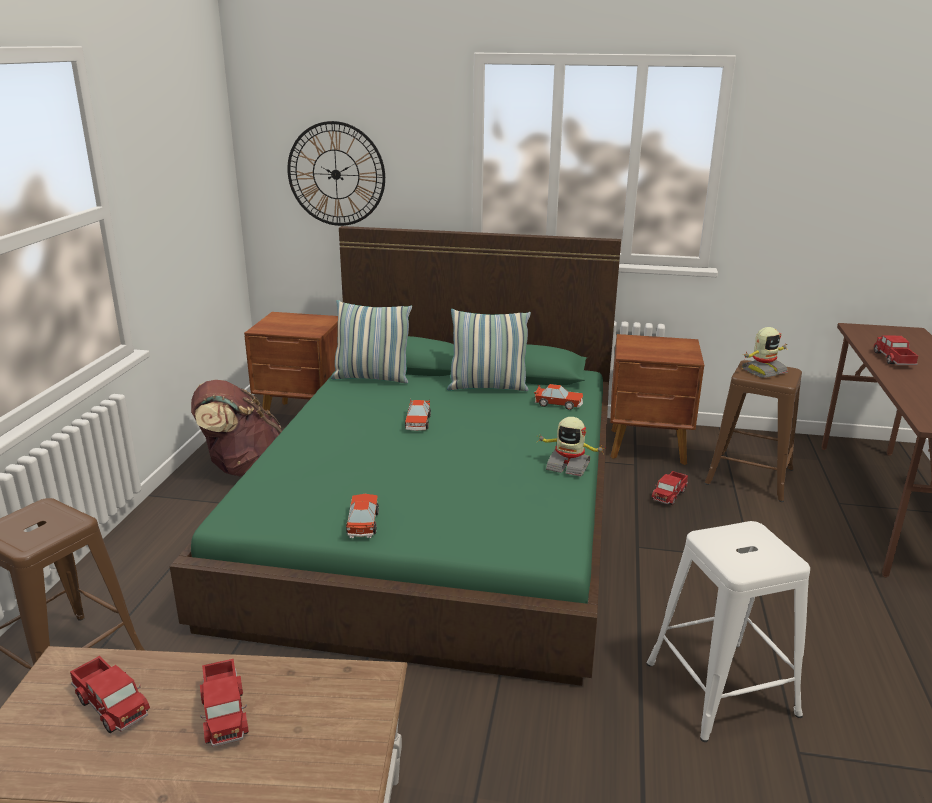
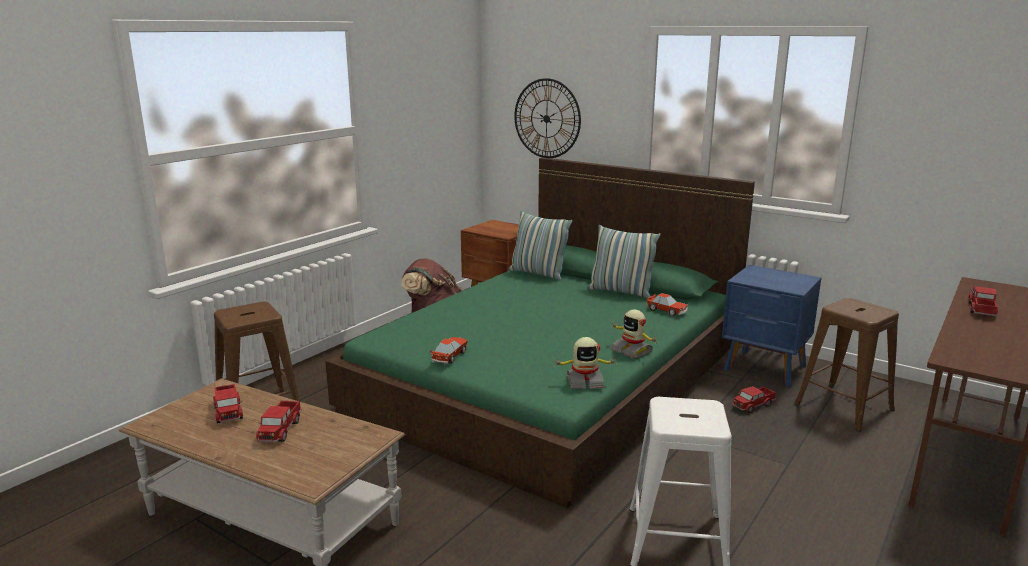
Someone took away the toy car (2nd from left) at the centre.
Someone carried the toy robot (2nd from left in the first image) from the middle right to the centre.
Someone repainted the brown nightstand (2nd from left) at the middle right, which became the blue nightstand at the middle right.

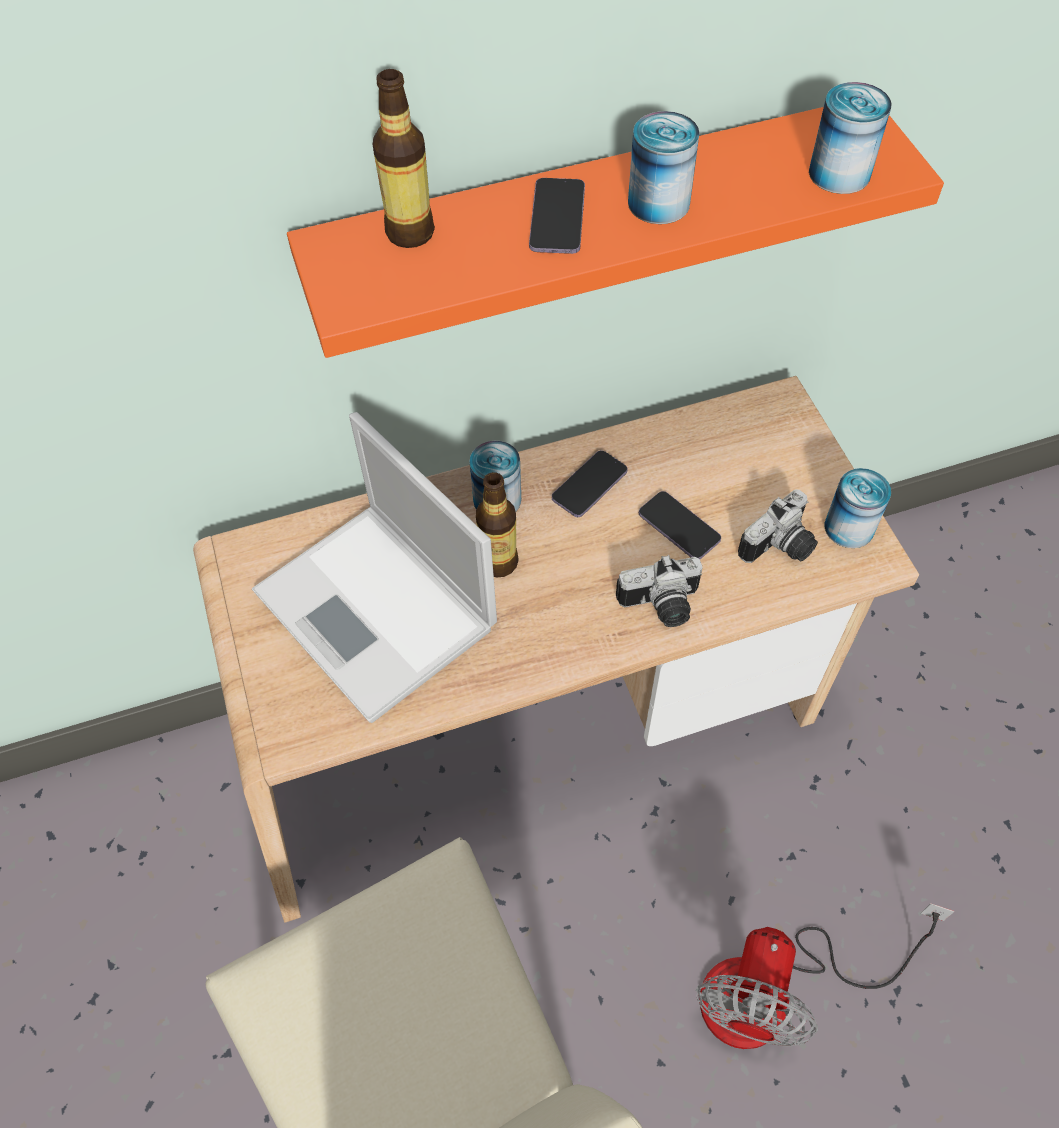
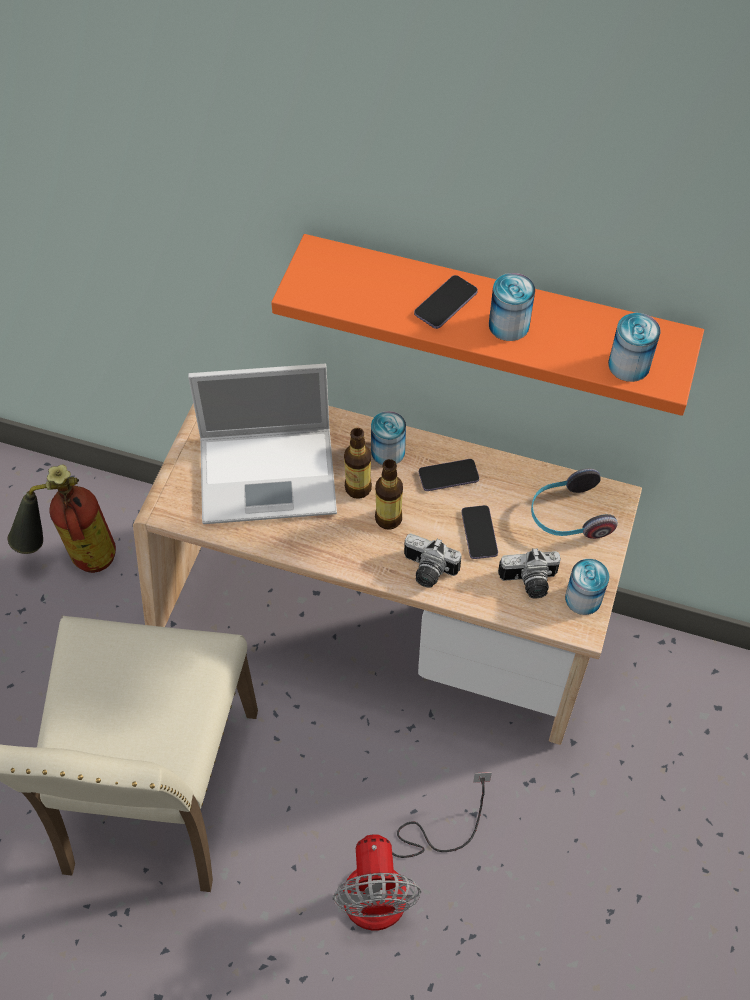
Someone put down the fire extinguisher at the middle left.
Someone put down the headphones at the middle right.
Someone carried the bottle (1st from left in the first image) from the top centre to the centre.
Someone rotated the laptop at the centre by 90 degrees counterclockwise.
Someone rotated the fan at the bottom right by 60 degrees counterclockwise.

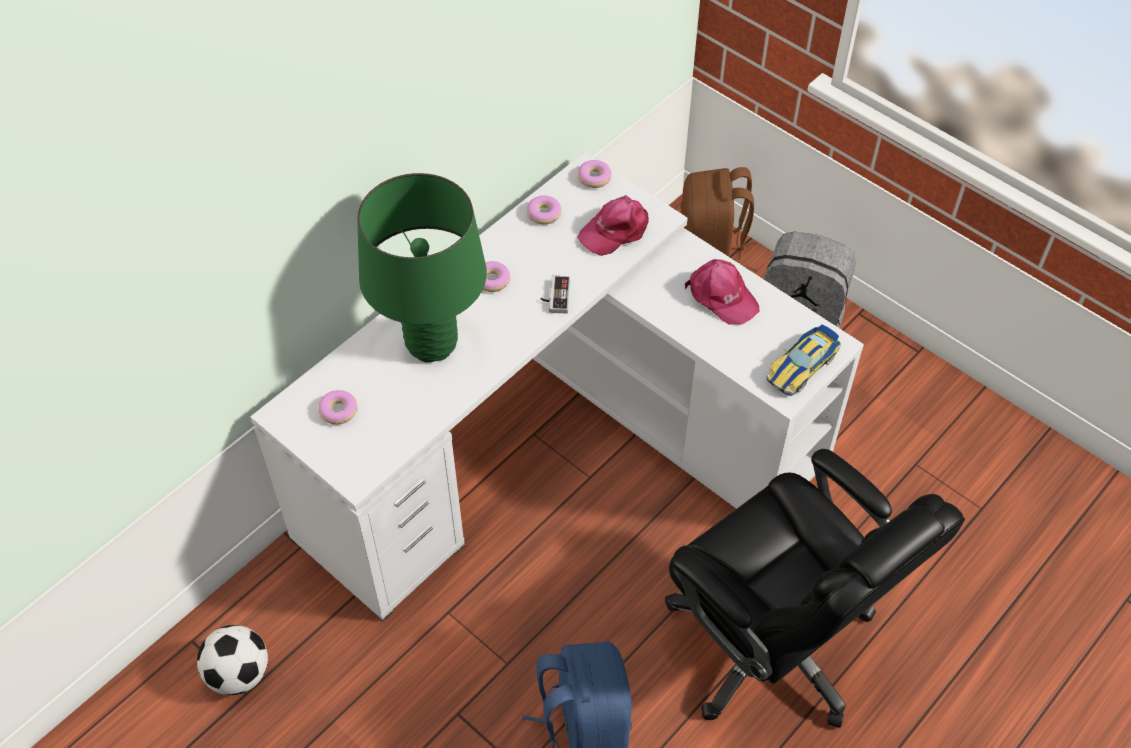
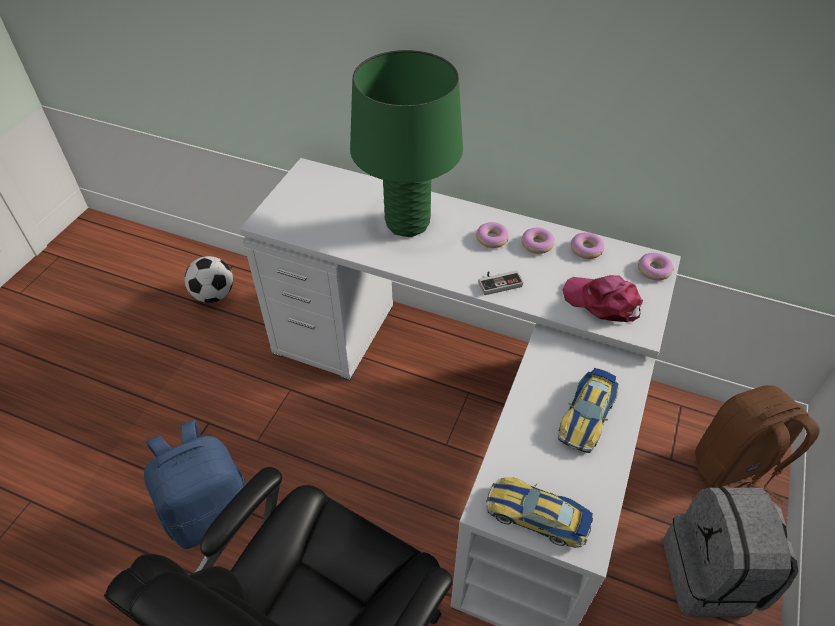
Someone carried the donut (1st from left in the first image) from the middle left to the centre.
Someone swapped the pink cap (2nd from left) at the centre for the toy car (2nd from left) at the middle right.

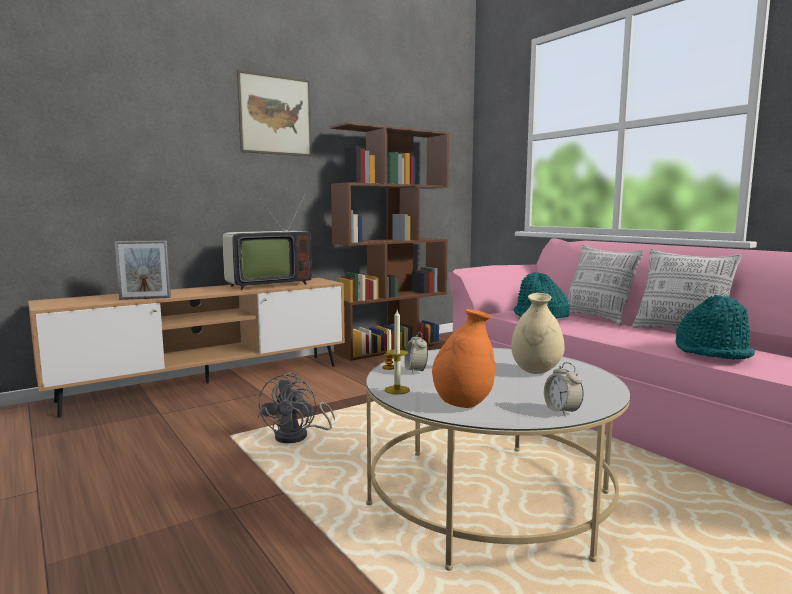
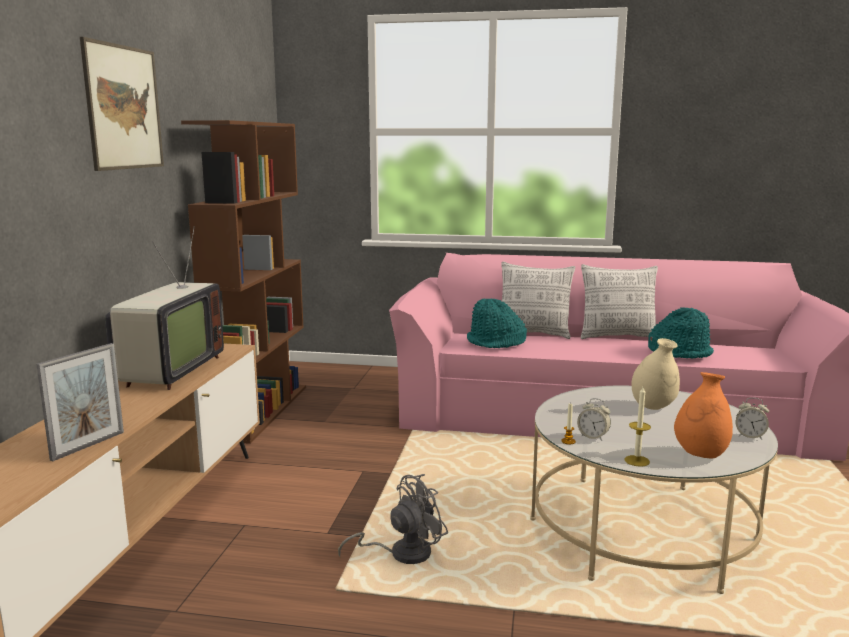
Someone rotated the grey fan at the bottom centre by 90 degrees counterclockwise.

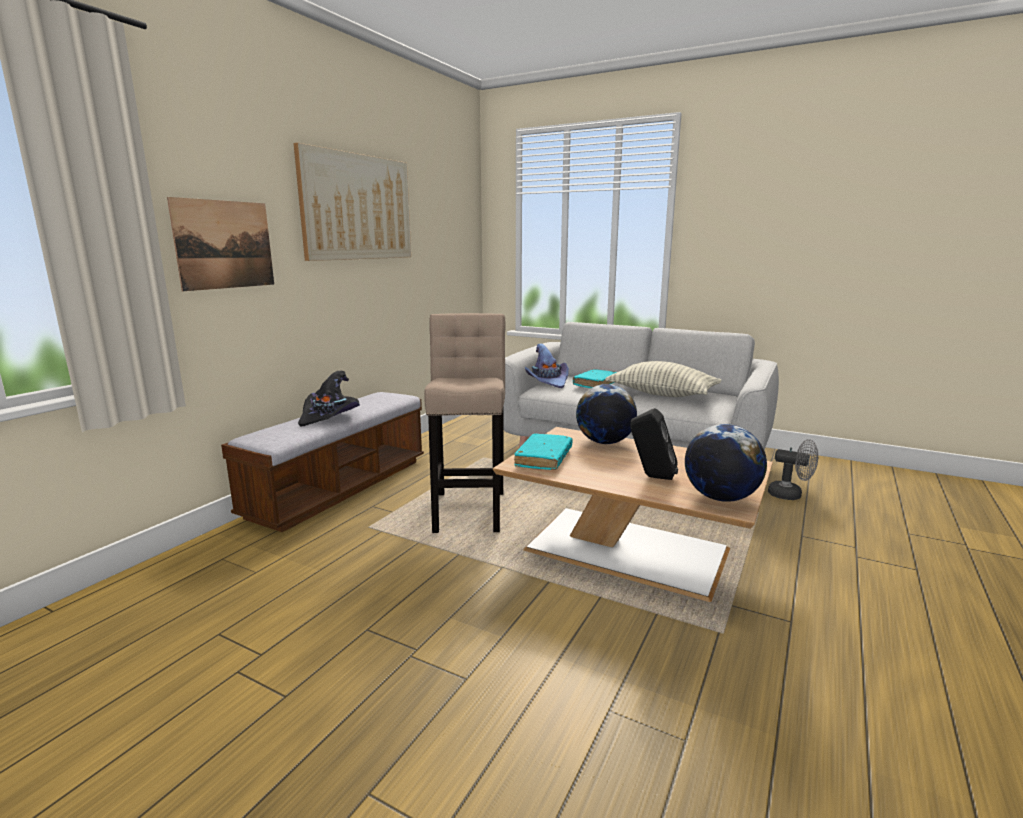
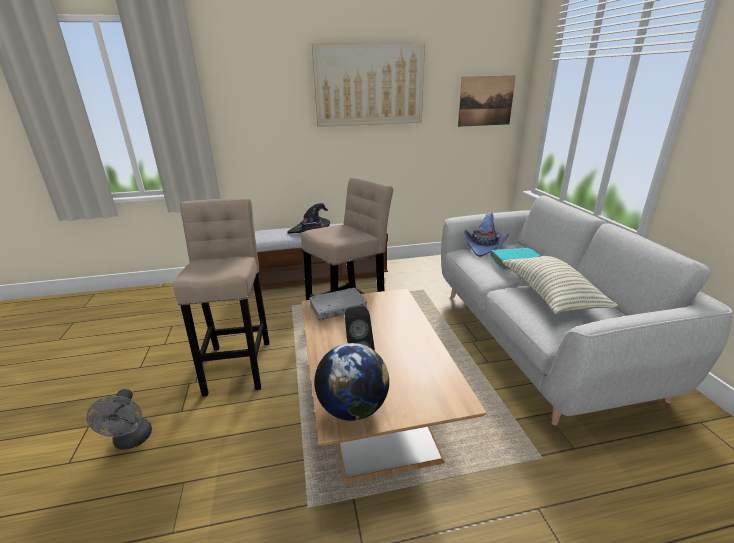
Someone took away the globe (1st from left) at the centre.
Someone put down the beige stool (1st from left) at the middle left.
Someone carried the picture (1st from left in the first image) from the top left to the top centre.
Someone carried the grey fan from the middle right to the bottom left.
Someone repainted the turquoise book (1st from left) at the centre, which became the grey book at the centre.

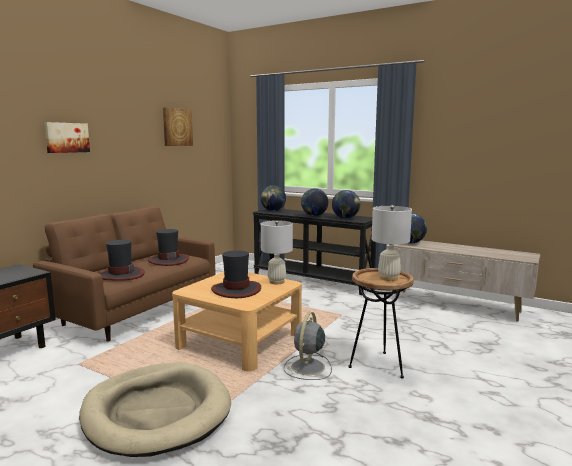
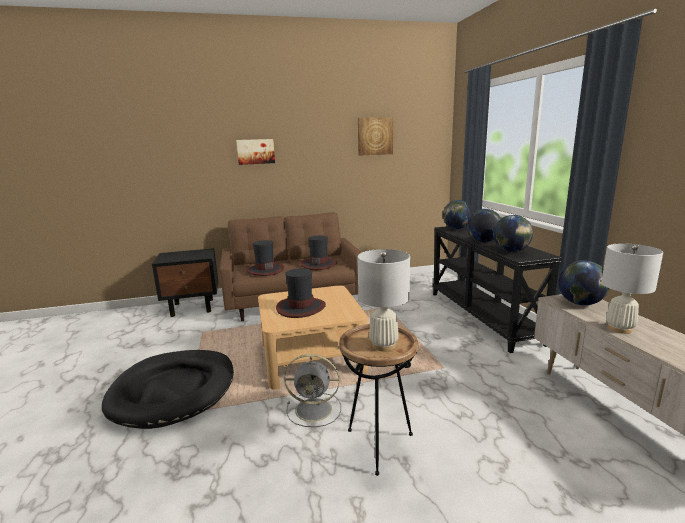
Someone carried the white table lamp (1st from left in the first image) from the centre to the middle right.
Someone repainted the beige dog bed at the bottom left, which became the black dog bed at the bottom left.
Someone rotated the grey fan at the bottom centre by 150 degrees counterclockwise.

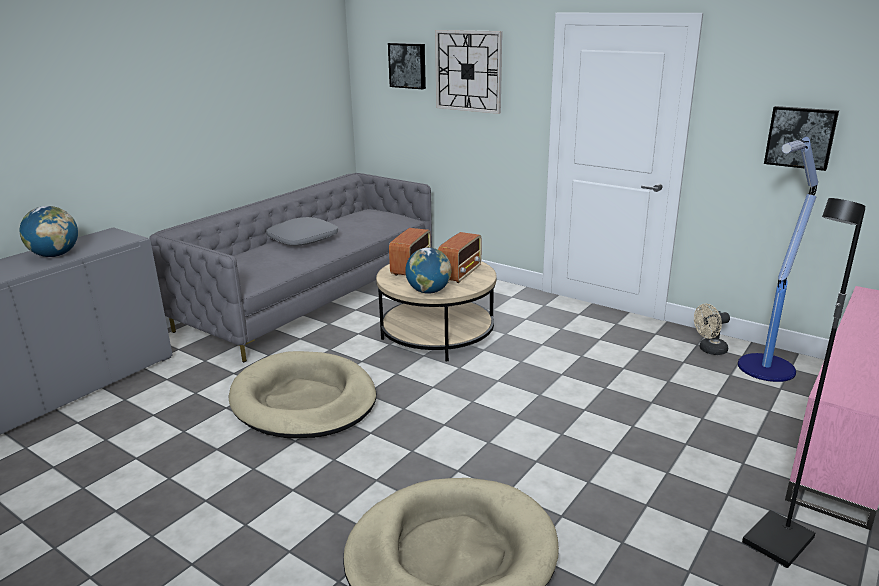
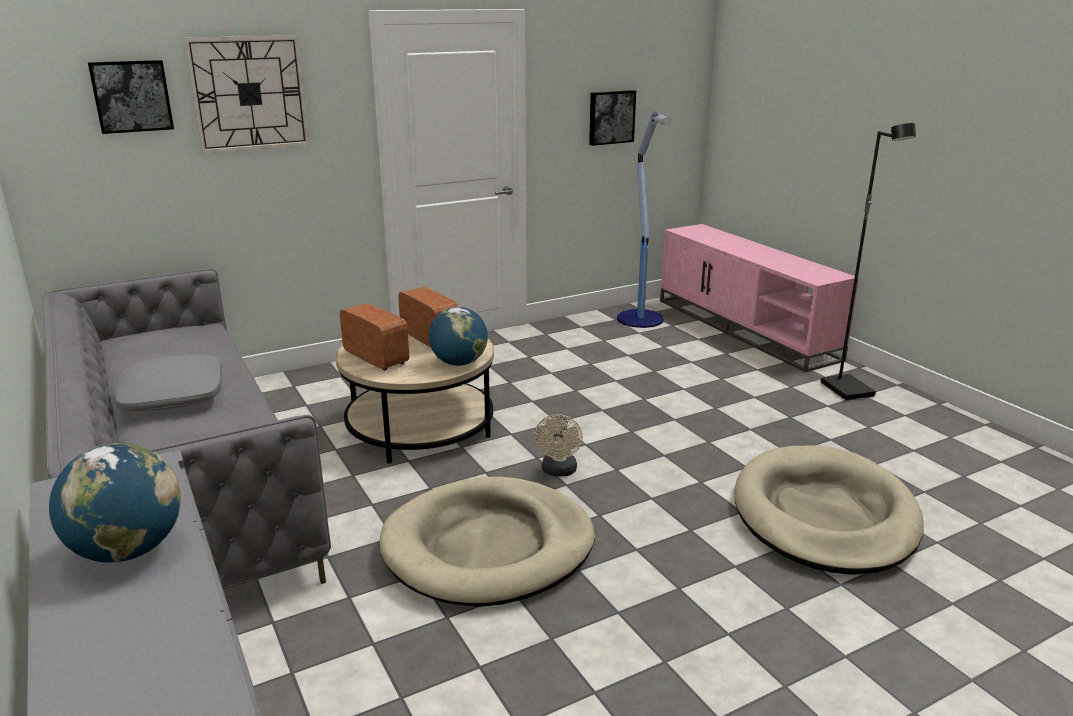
Someone carried the beige fan from the middle right to the centre.

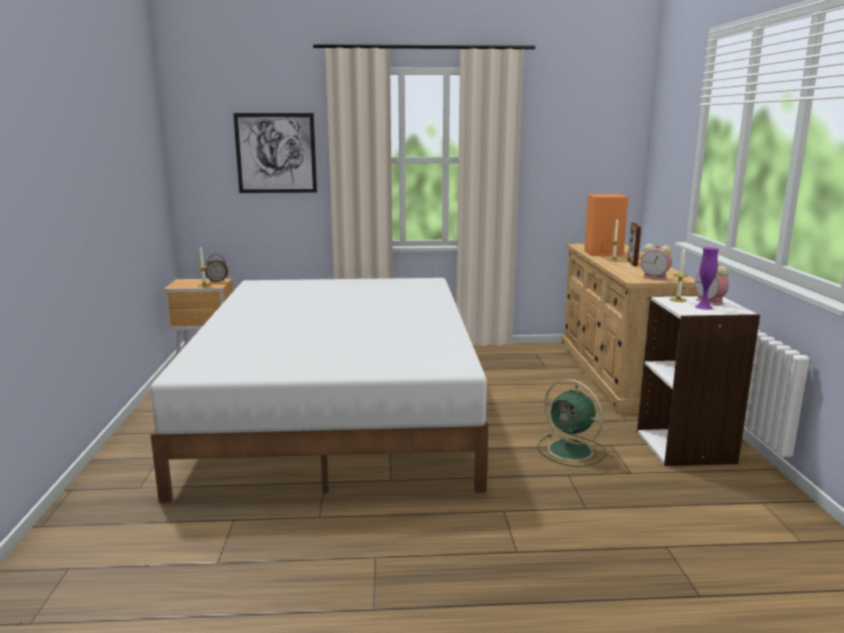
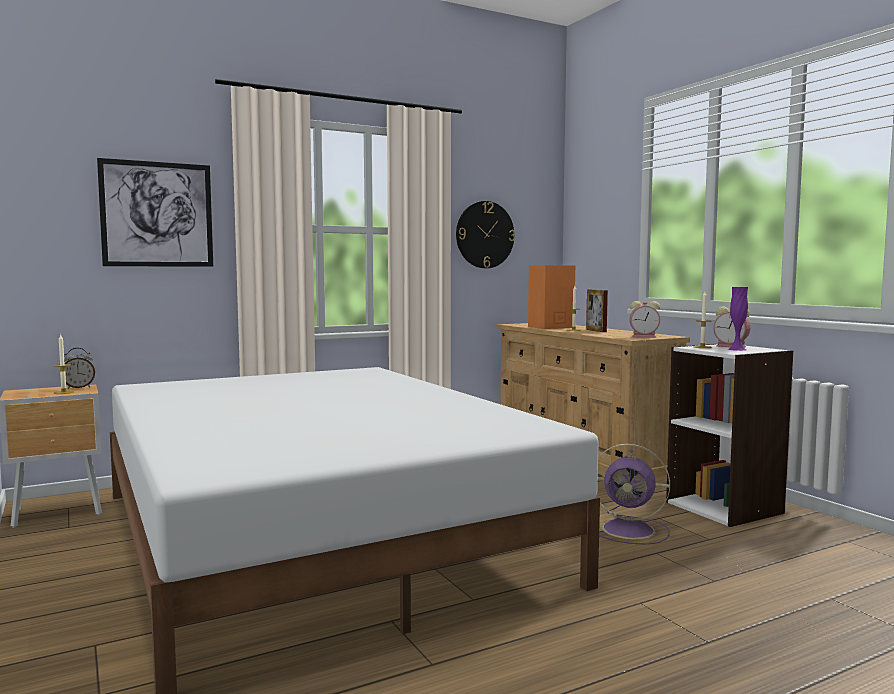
Someone put up the wall clock at the centre.
Someone repainted the green fan at the bottom right, which became the purple fan at the bottom right.

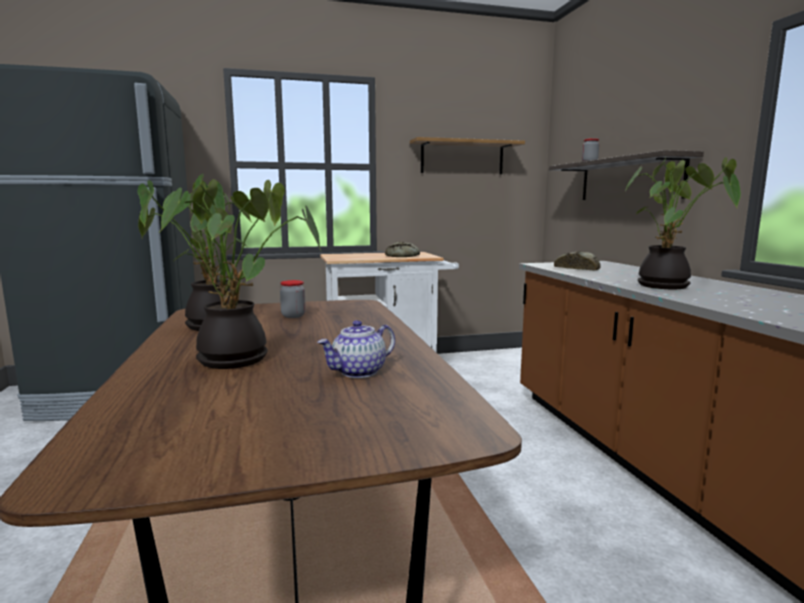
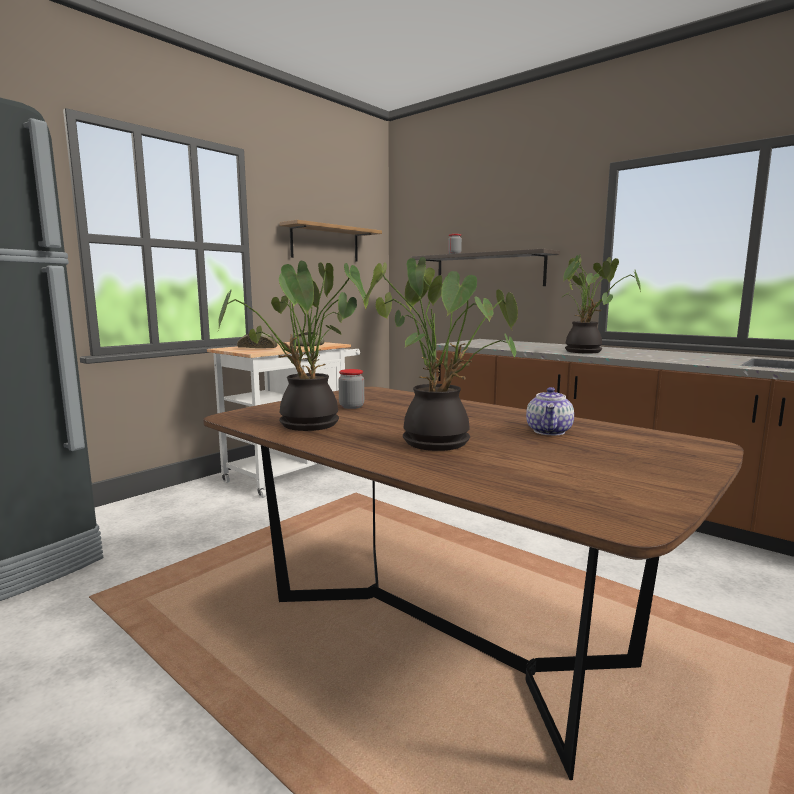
Someone carried the bread (2nd from left in the first image) from the middle right to the middle left.

